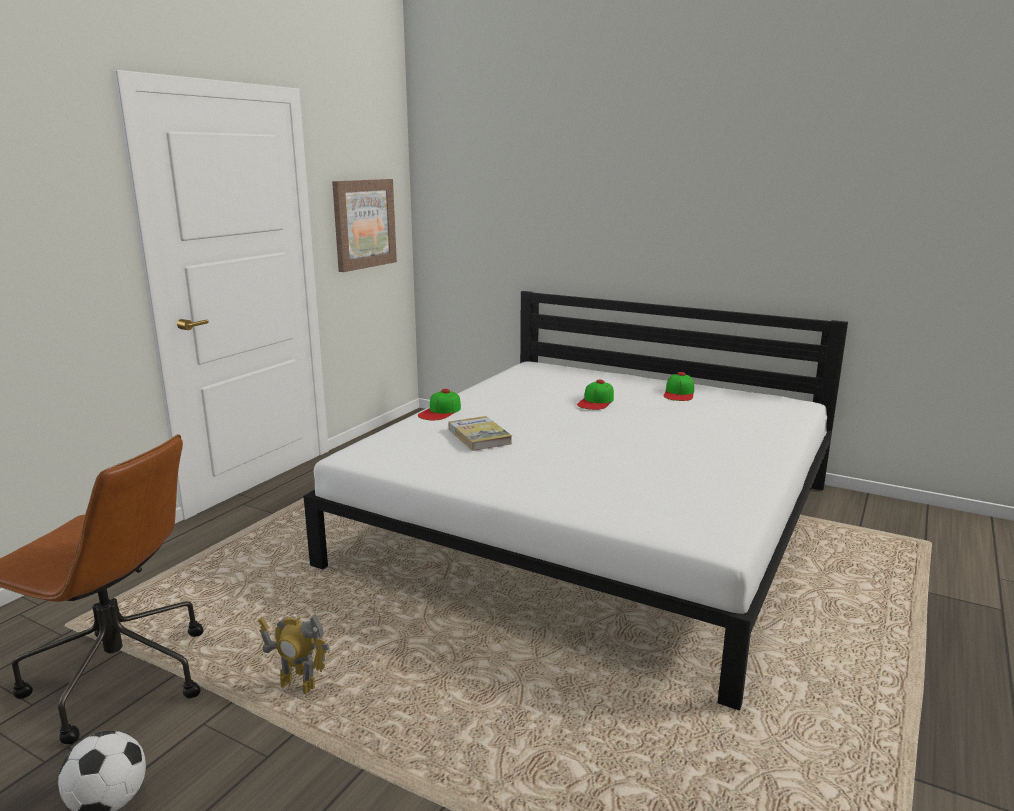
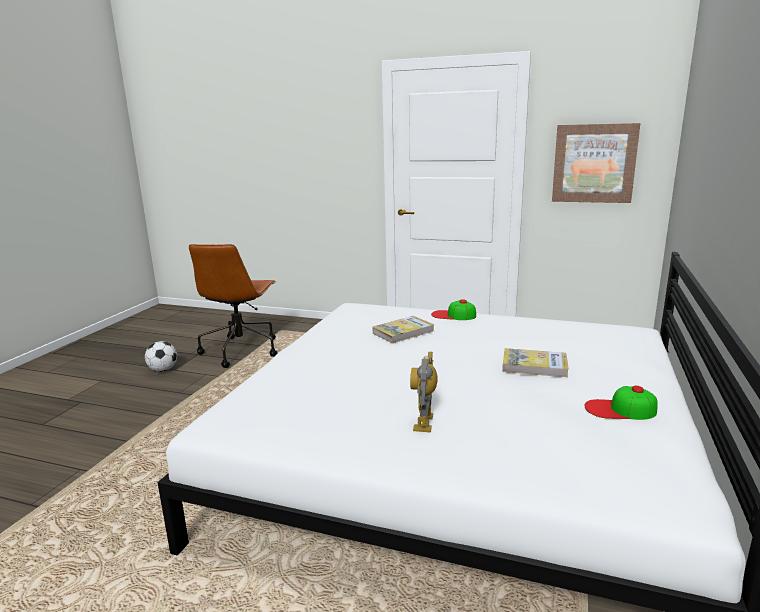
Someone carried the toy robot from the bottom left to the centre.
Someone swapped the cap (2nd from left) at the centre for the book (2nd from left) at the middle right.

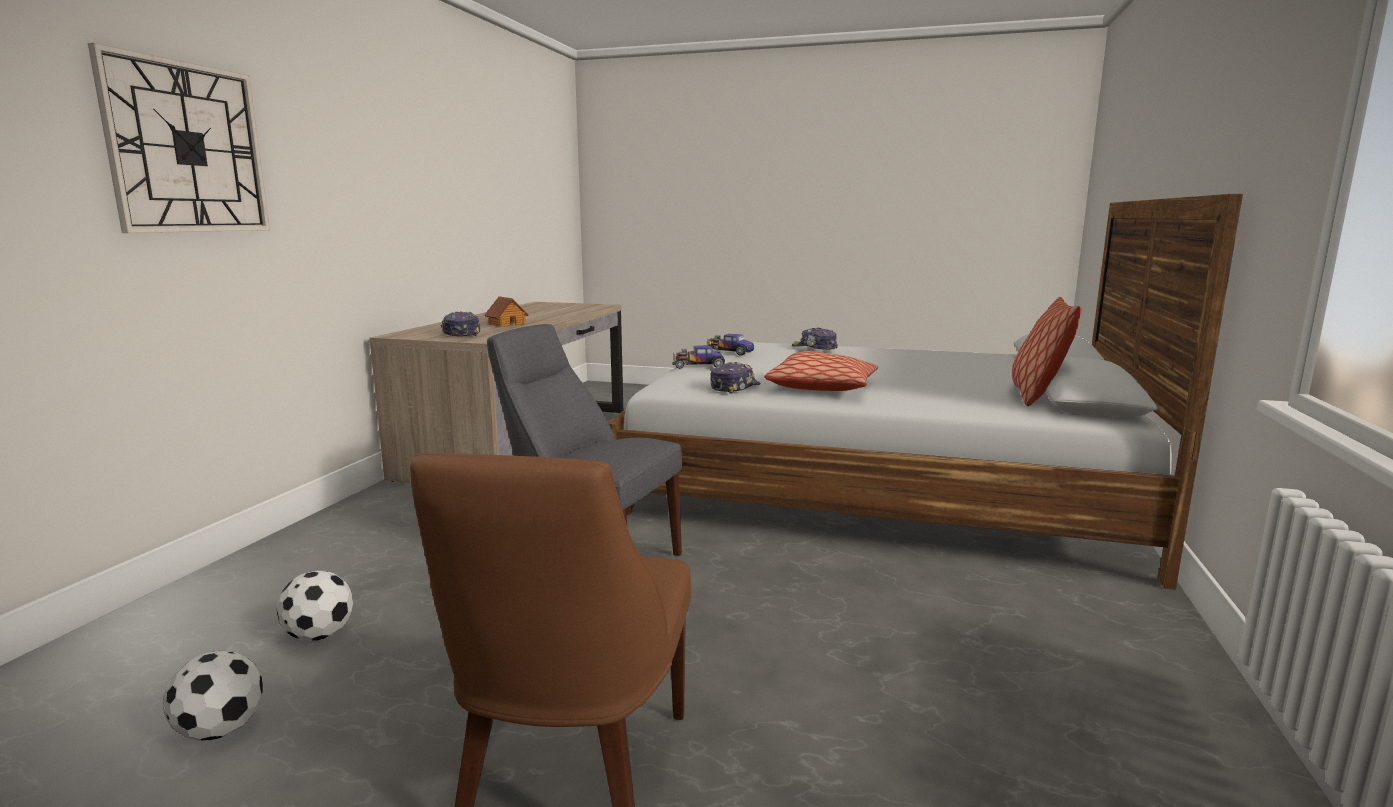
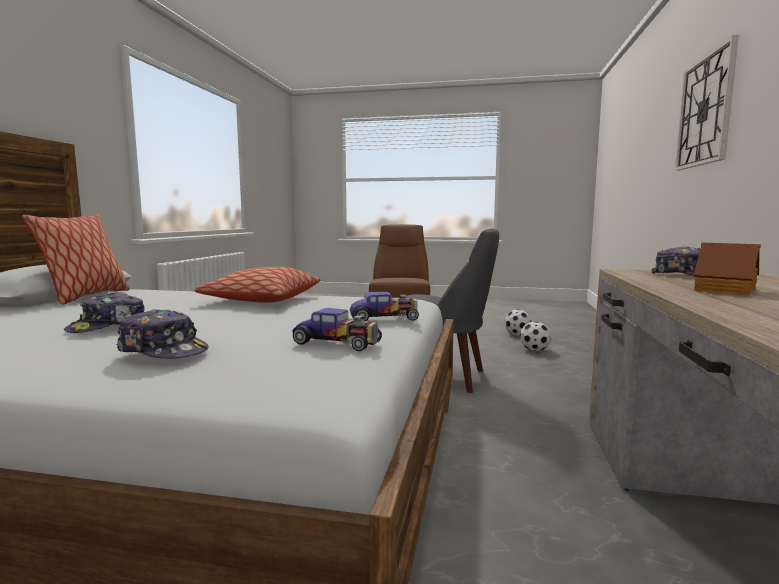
Someone carried the cap (2nd from left in the first image) from the centre to the middle left.

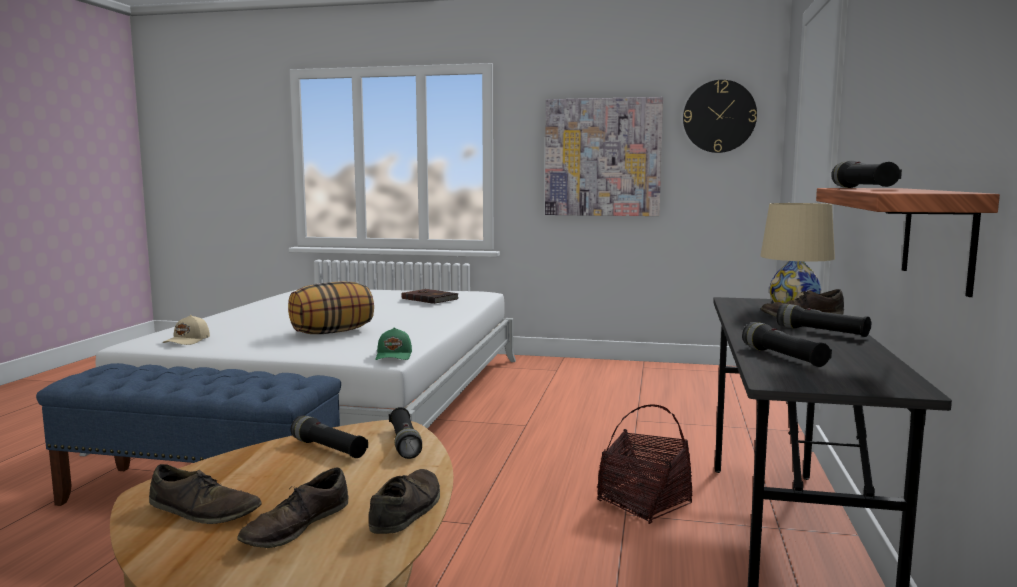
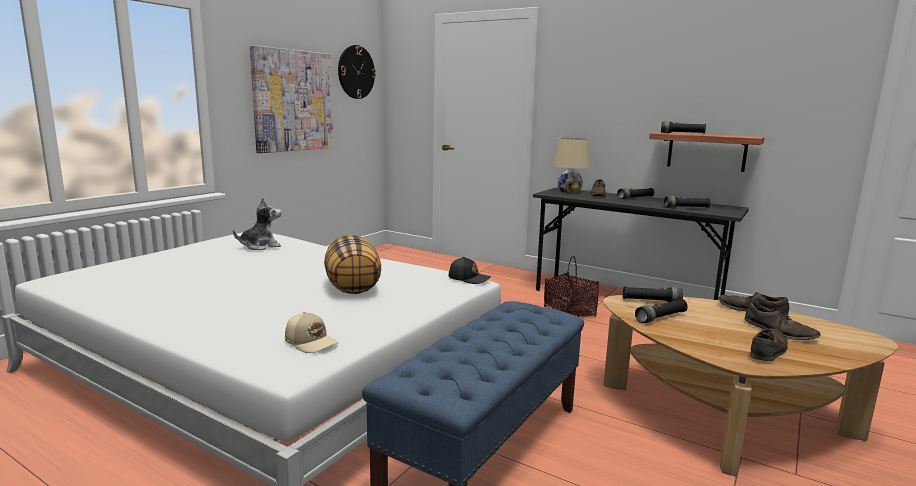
Someone swapped the brown book at the centre for the plush toy at the middle left.
Someone repainted the green cap at the centre, which became the black cap at the centre.

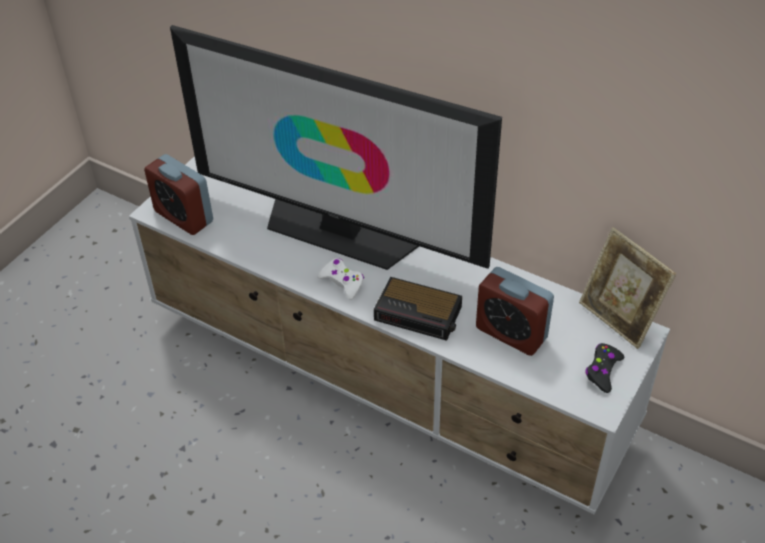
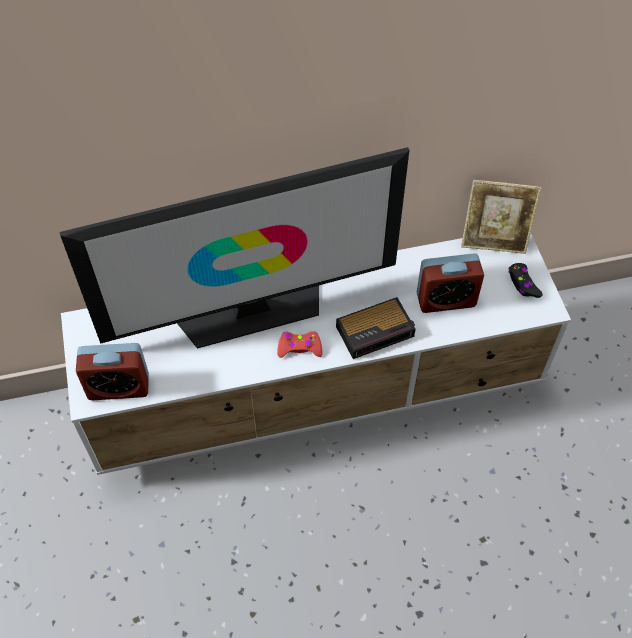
Someone repainted the white game controller at the centre, which became the red game controller at the centre.

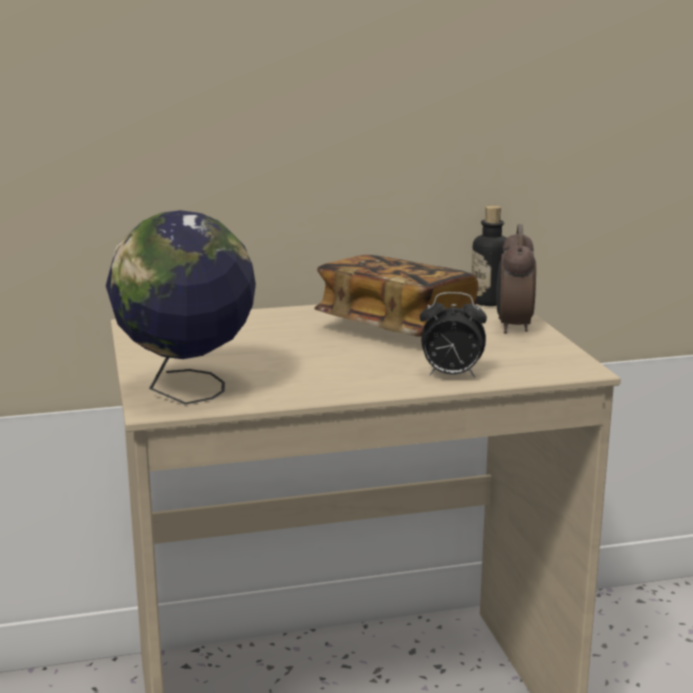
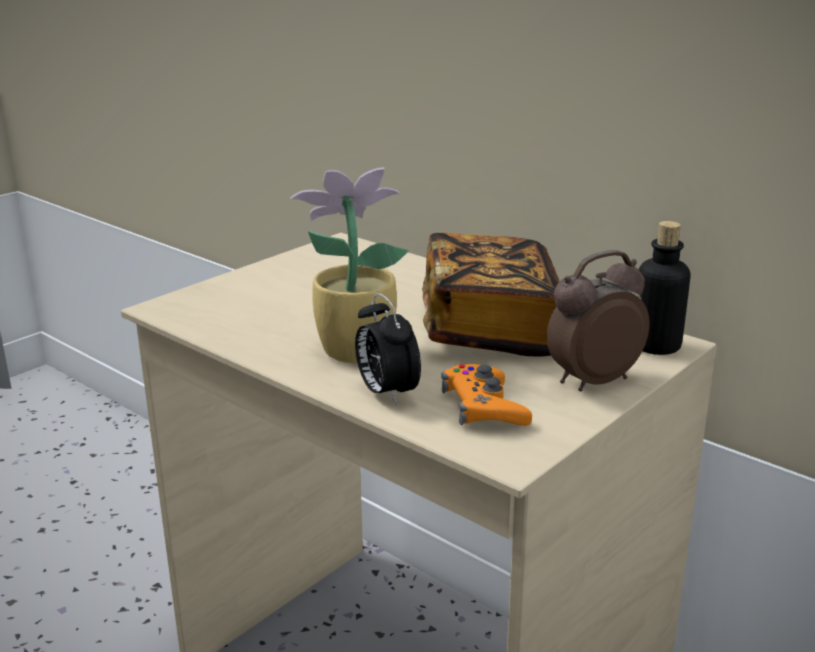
Someone took away the globe at the middle left.
Someone put down the potted plant at the centre.
Someone put down the orange game controller at the centre.

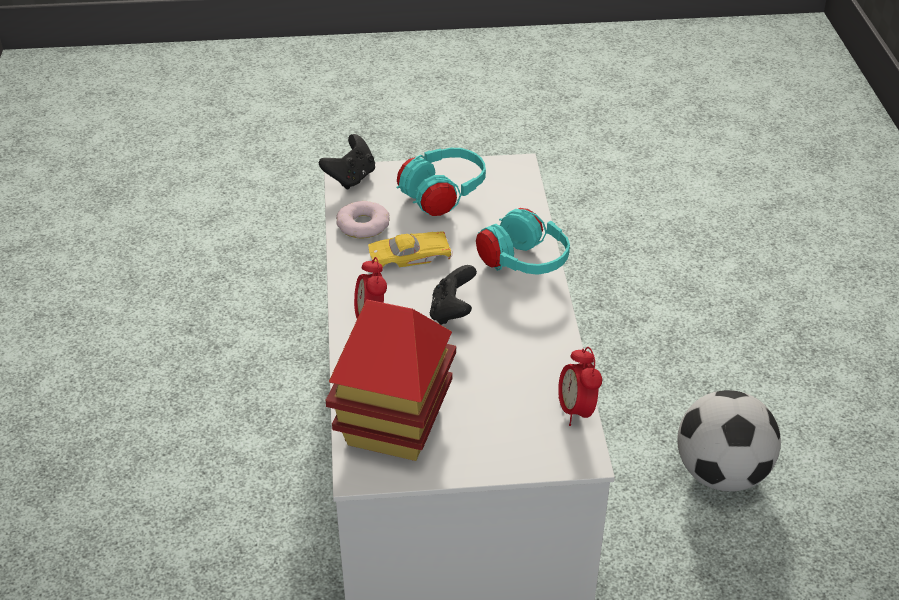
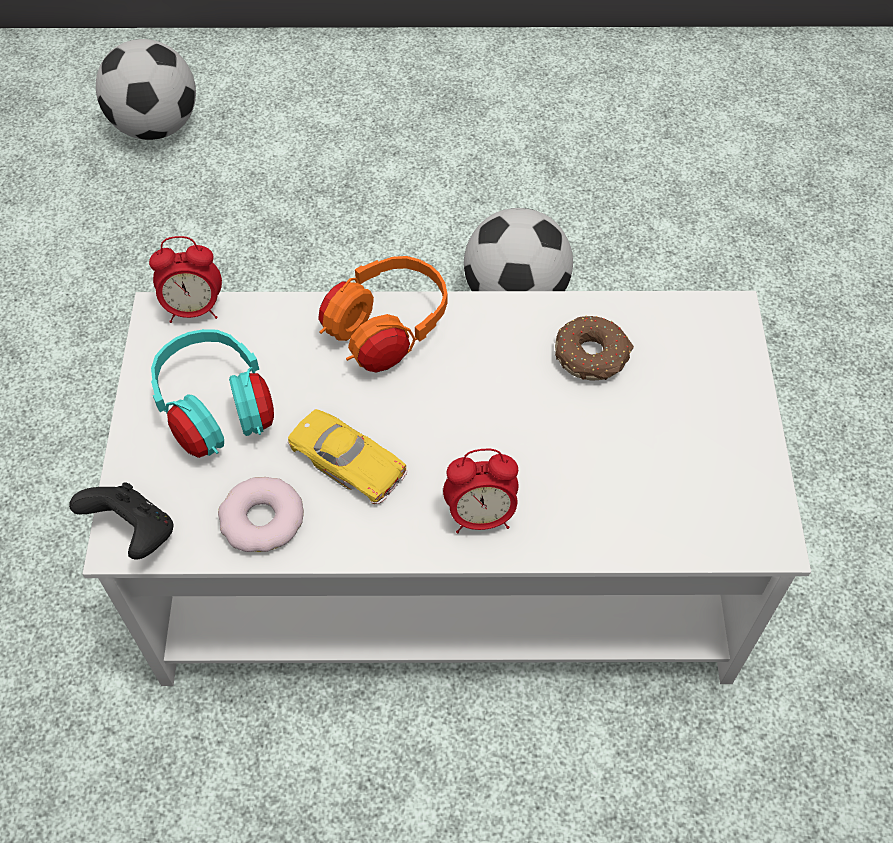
Someone took away the toy house at the centre.
Someone took away the black game controller (2nd from left) at the centre.
Someone put down the football (1st from left) at the top left.
Someone put down the donut (2nd from left) at the centre.
Someone carried the alarm clock (2nd from left in the first image) from the centre to the top left.
Someone repainted the turquoise headphones (2nd from left) at the centre, which became the orange headphones at the centre.
Someone rotated the yellow toy car at the centre by 135 degrees clockwise.

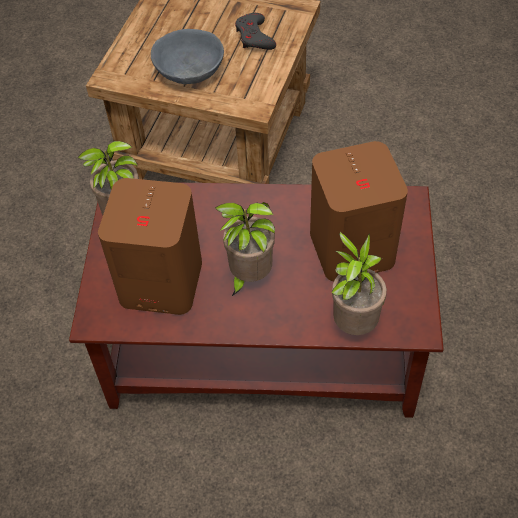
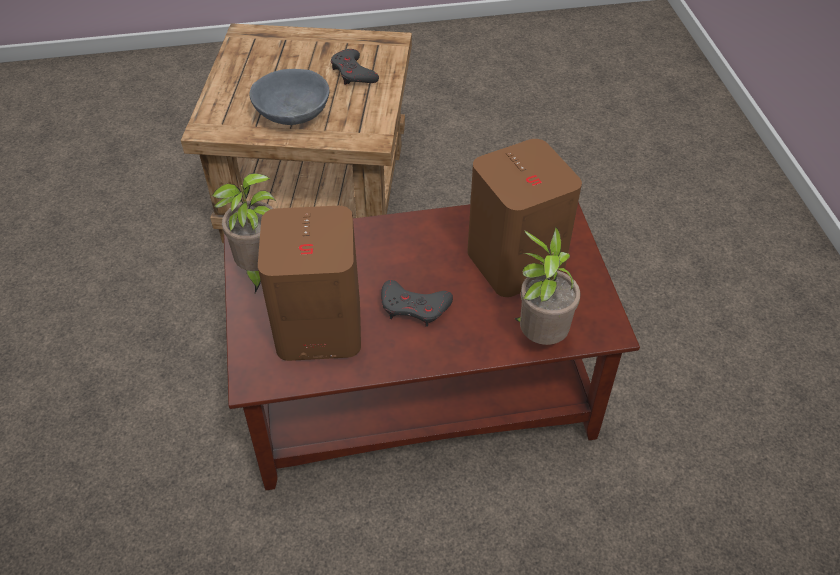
Someone swapped the potted plant (2nd from left) at the centre for the grey game controller (2nd from left) at the centre.

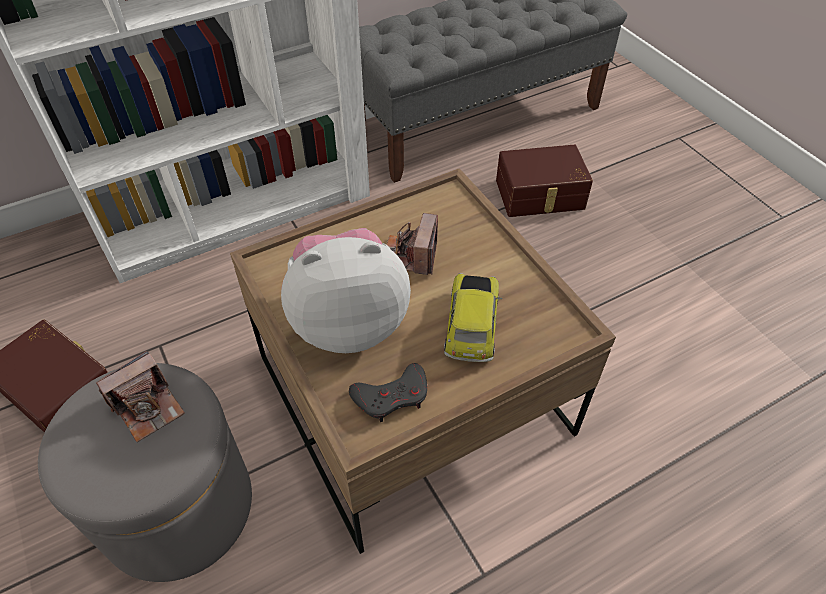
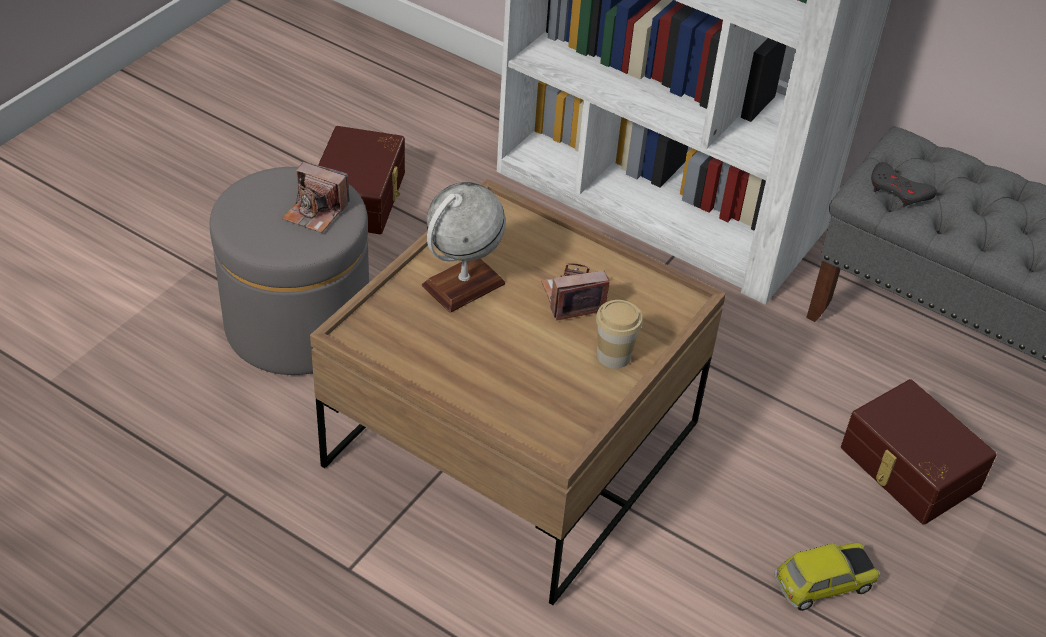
Someone put down the cup at the centre.
Someone carried the grey game controller from the centre to the top right.
Someone carried the toy car from the centre to the bottom right.
Someone swapped the plush toy at the centre for the globe at the centre.

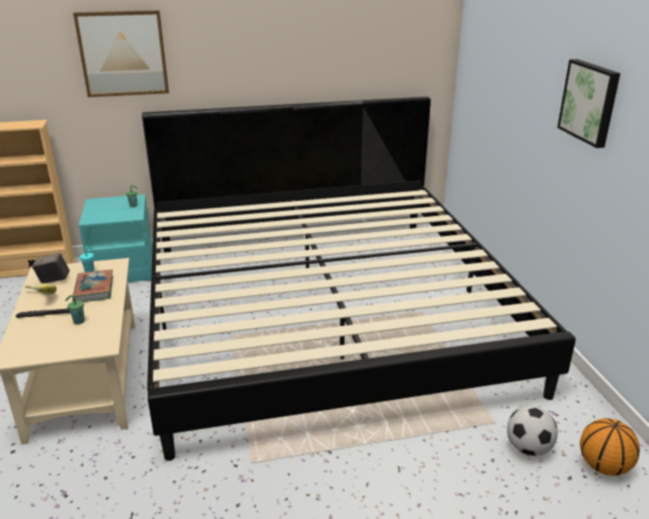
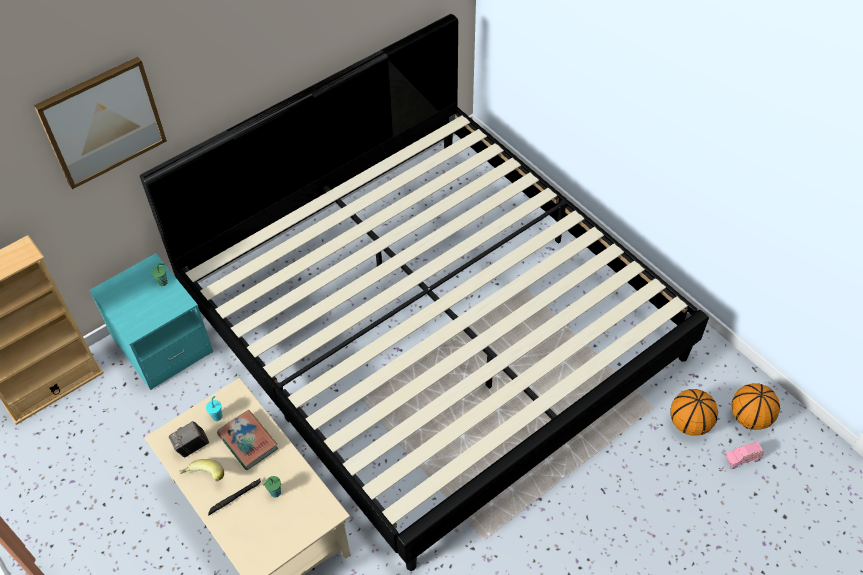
Someone took away the picture (2nd from left) at the top right.
Someone put down the pink toy car at the bottom right.
Someone swapped the football at the bottom right for the basketball (1st from left) at the bottom right.

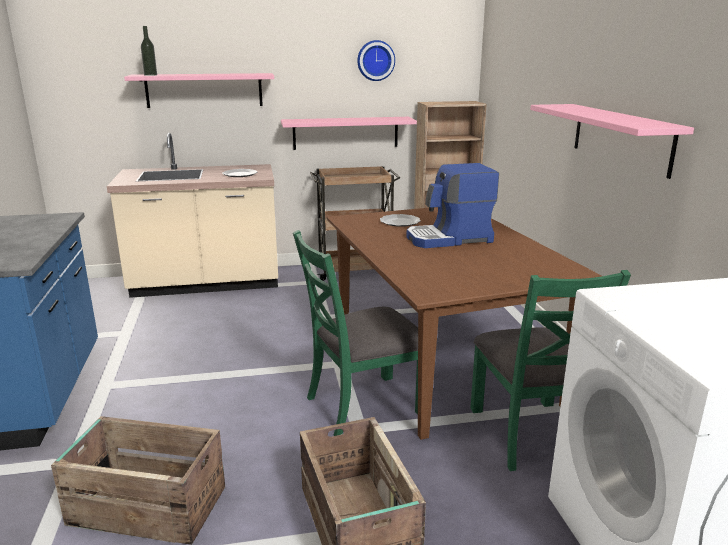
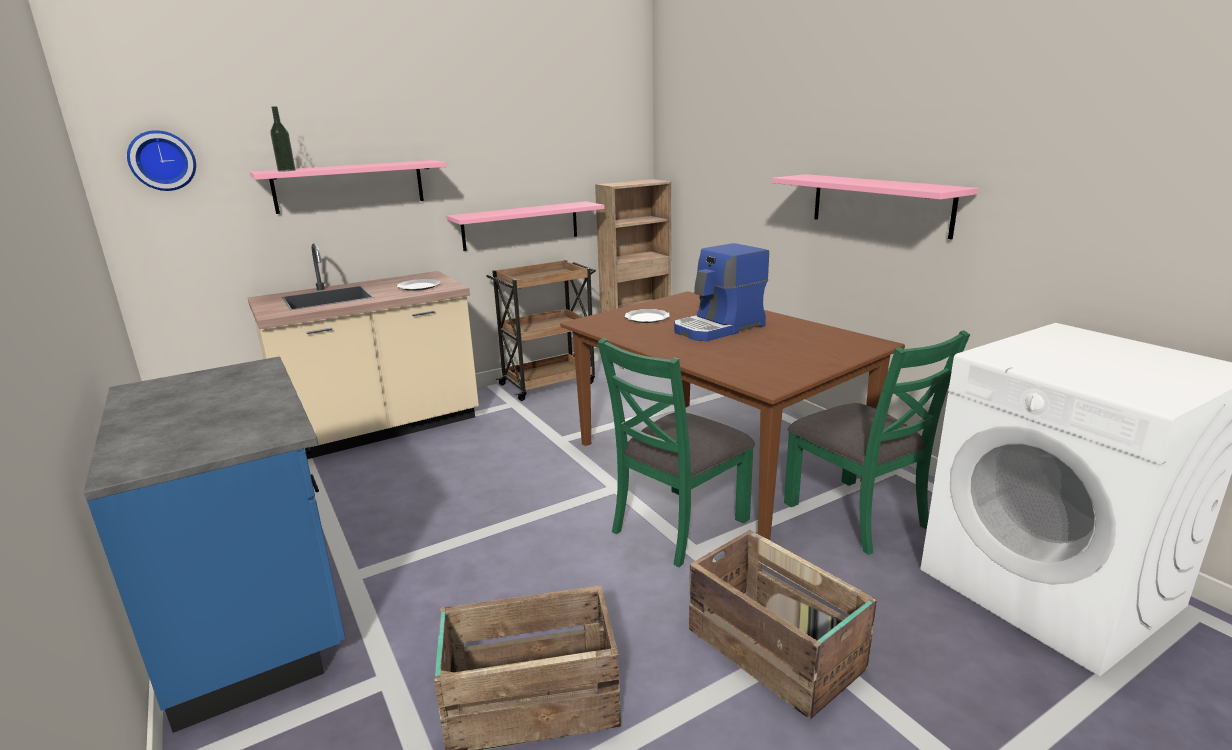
Someone carried the wall clock from the top centre to the top left.

